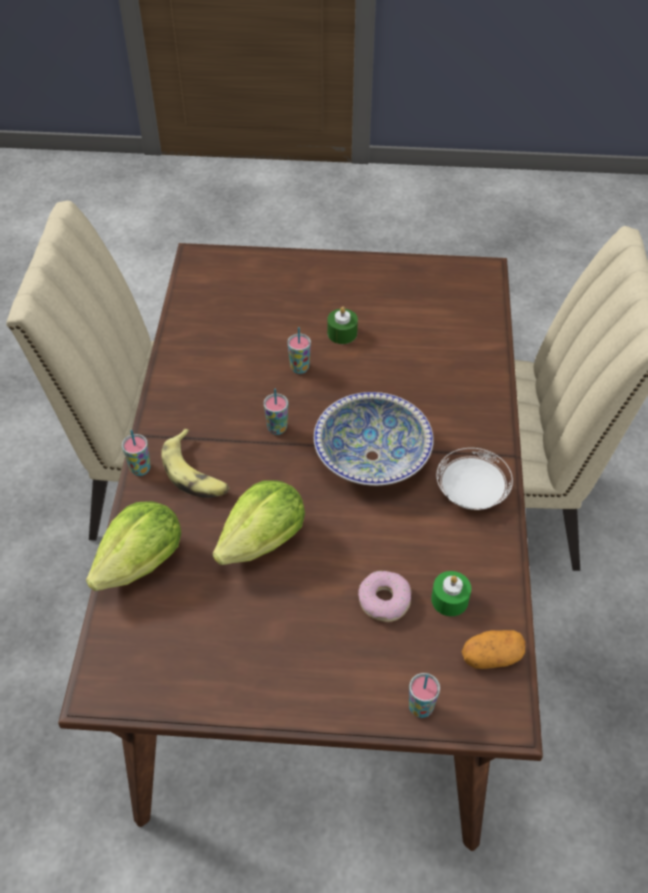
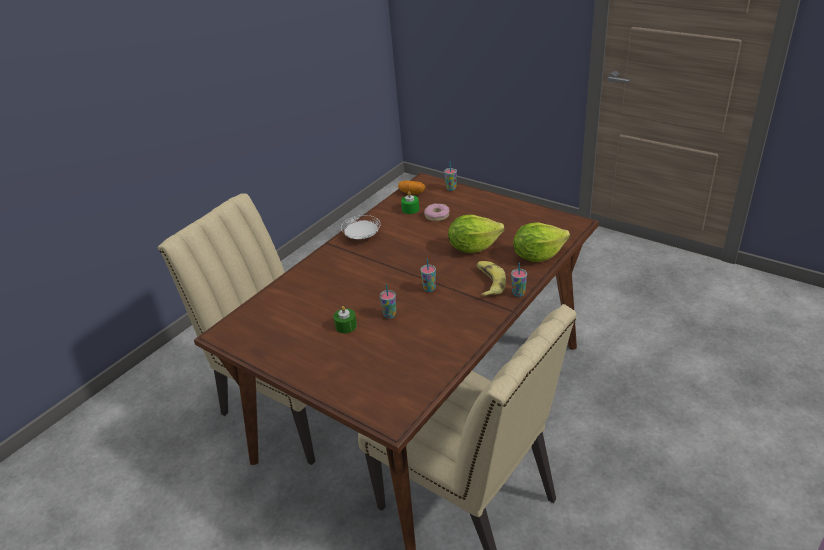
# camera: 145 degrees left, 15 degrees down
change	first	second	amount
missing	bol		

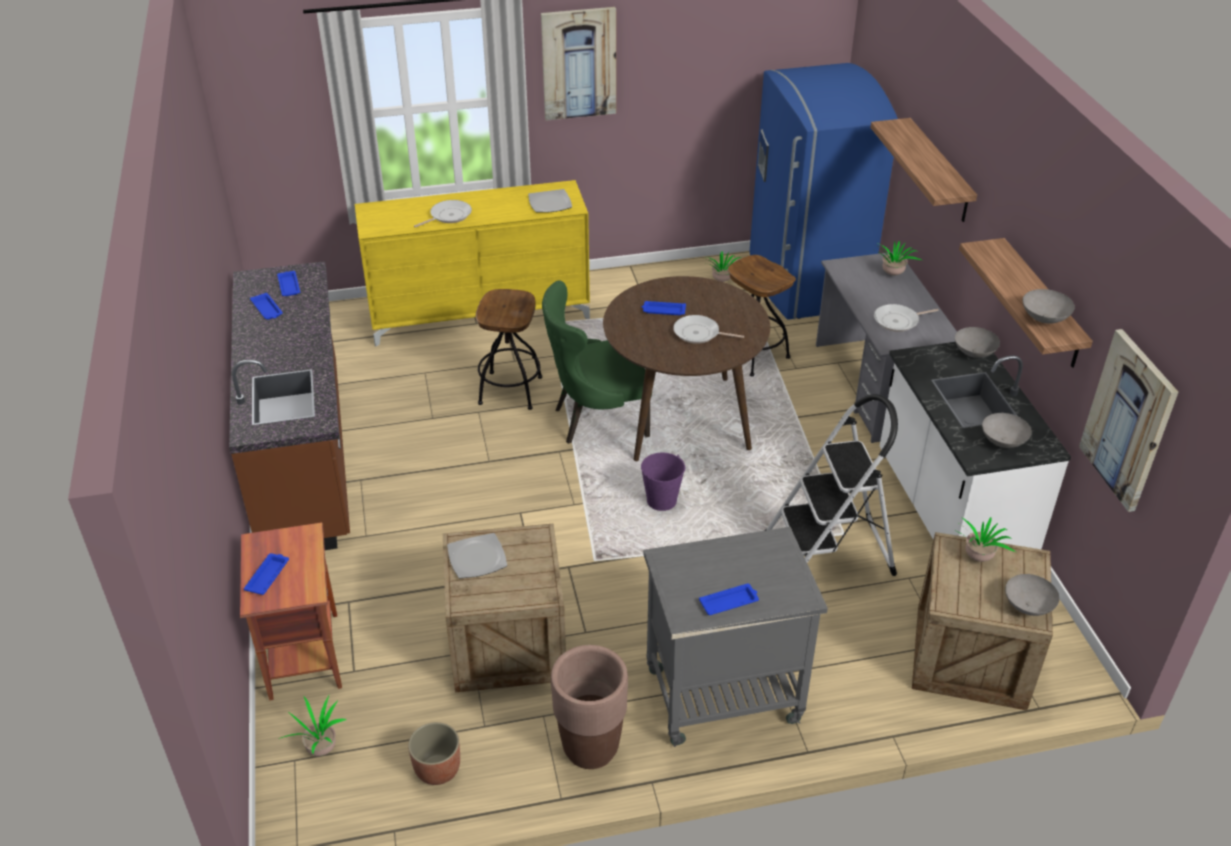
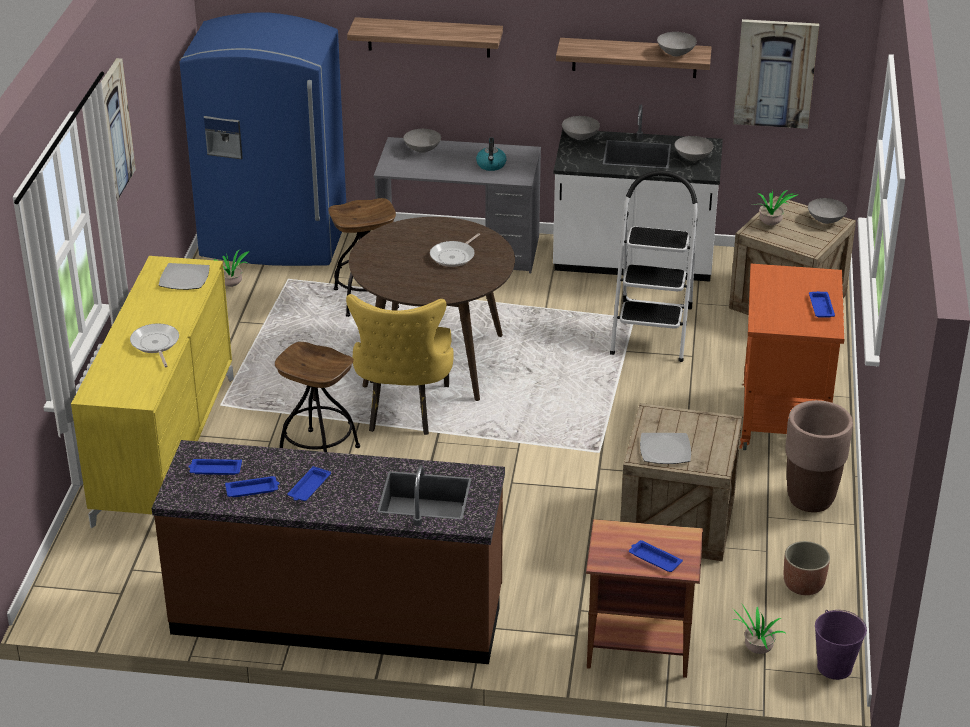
# camera: 70 degrees left, 5 degrees down
change	first	second	amount
relocated	seau (violet)		
relocated	plateau (bleu) (no. 4 from left in the first image)	plateau (bleu) (no. 3 from left)	
exchanged	poêle (no. 3 from left)	bouilloire	
exchanged	plante en pot (no. 3 from left)	bol (gris) (no. 1 from left)	
colour	chaise (vert)	chaise (jaune)	
colour	chariot (gris)	chariot (orange)	

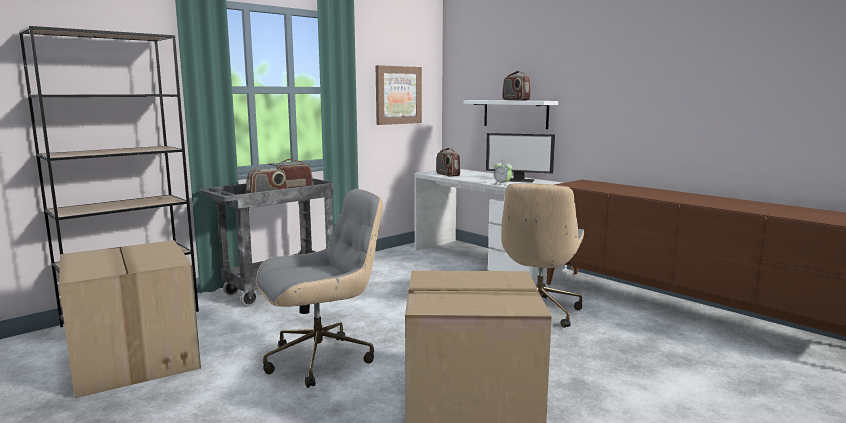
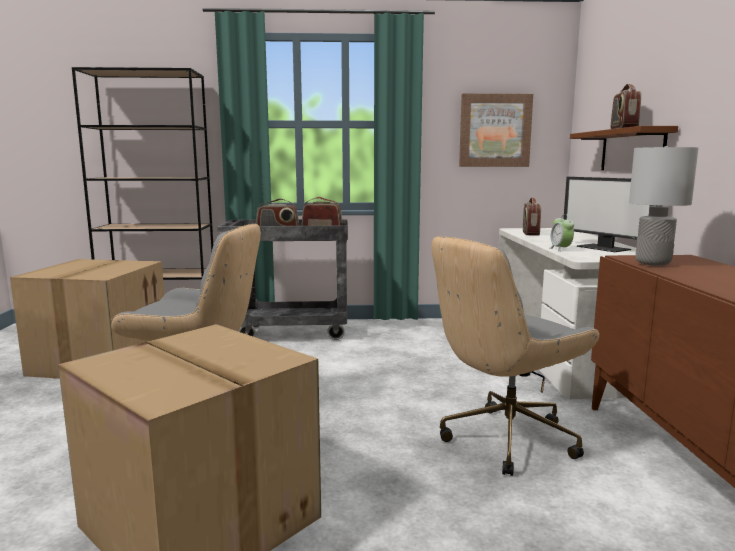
# camera: 40 degrees right, 0 degrees up
change	first	second	amount
appeared		lampe de table (gris)	
colour	étagère (blanc)	étagère (marron)	

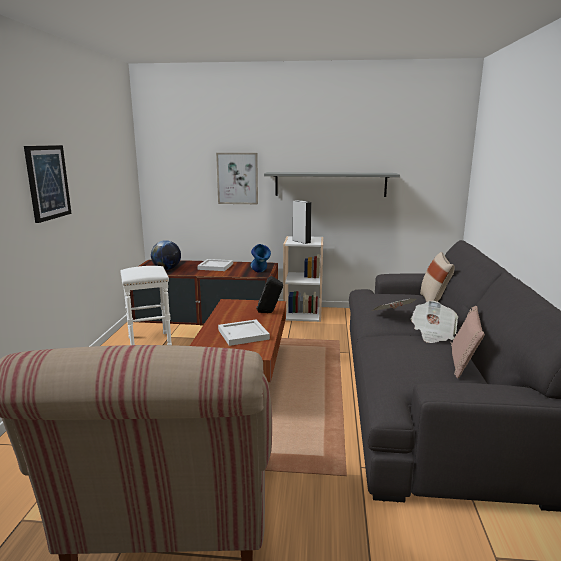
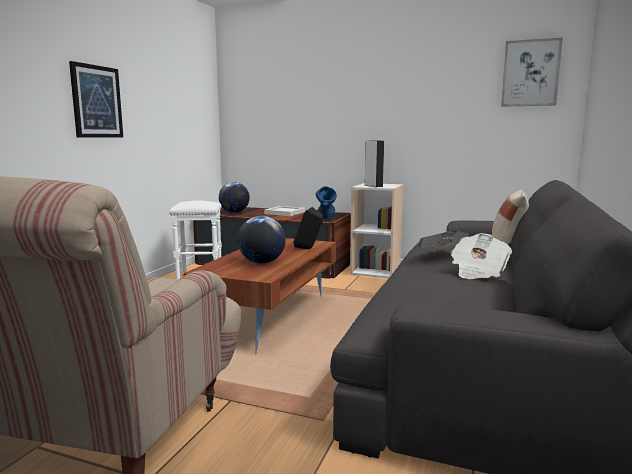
# camera: 15 degrees right, 5 degrees down
change	first	second	amount
missing	étagère (gris)		
missing	coussin (beige) (no. 2 from left)		
relocated	tableau (no. 2 from left)		
exchanged	plateau (blanc) (no. 2 from left)	globe (no. 2 from left)	

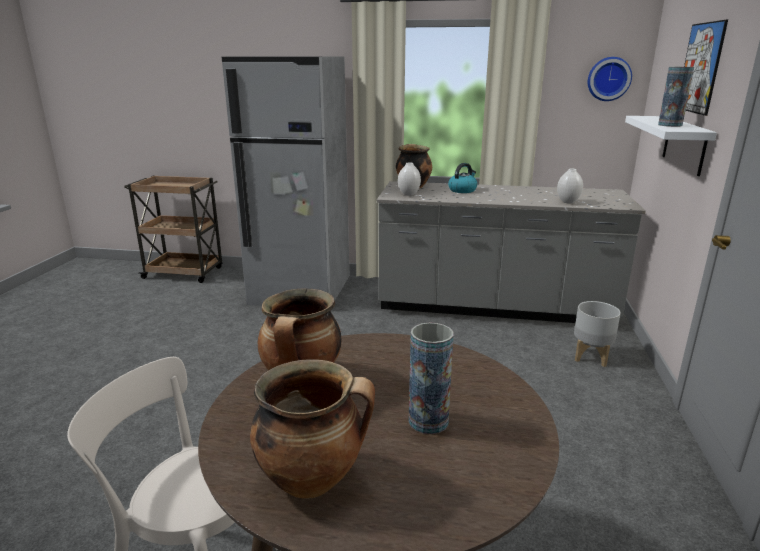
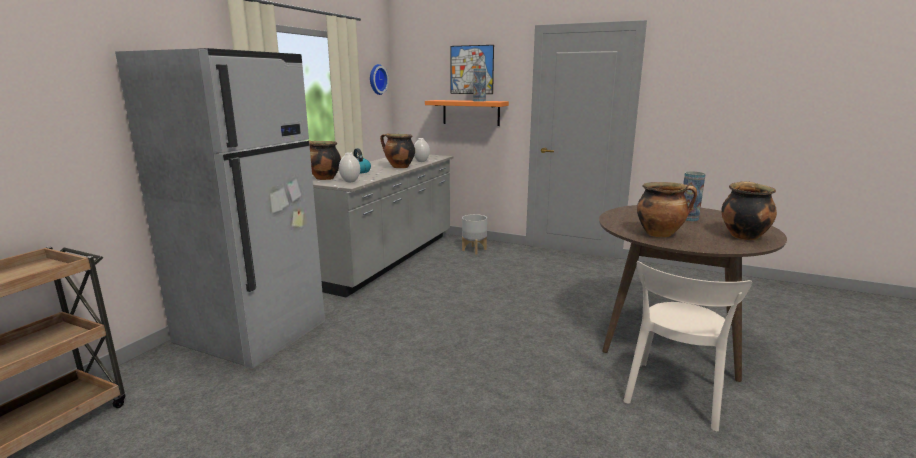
# camera: 75 degrees left, 5 degrees down
change	first	second	amount
appeared		marmite (no. 2 from left)	
colour	étagère (blanc)	étagère (orange)	

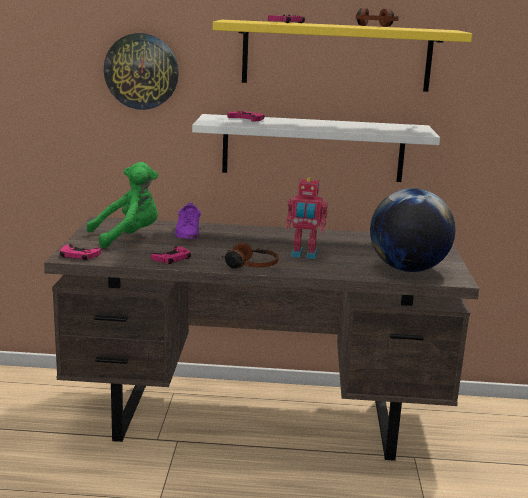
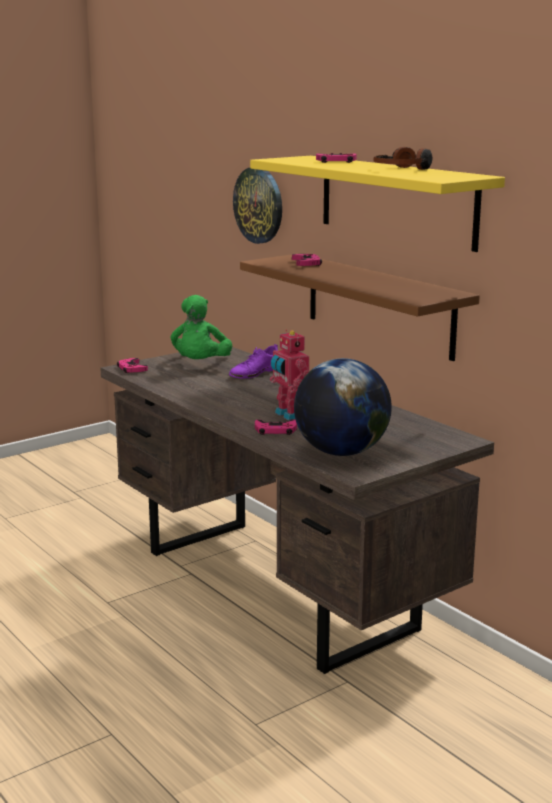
# camera: 50 degrees right, 0 degrees up
change	first	second	amount
missing	casque audio (no. 1 from left)		
relocated	manette (rose) (no. 2 from left)		
colour	étagère (blanc)	étagère (marron)	
spun	peluche (vert)		75 degrees clockwise

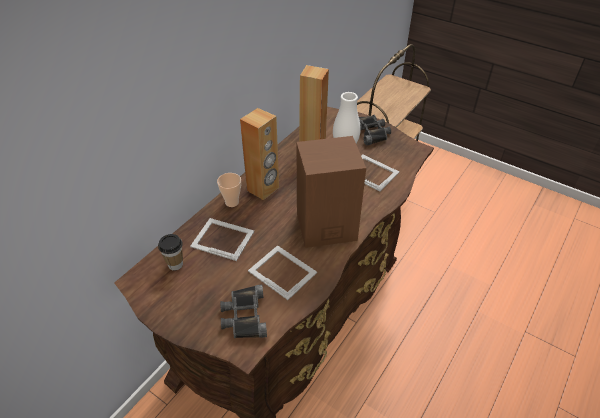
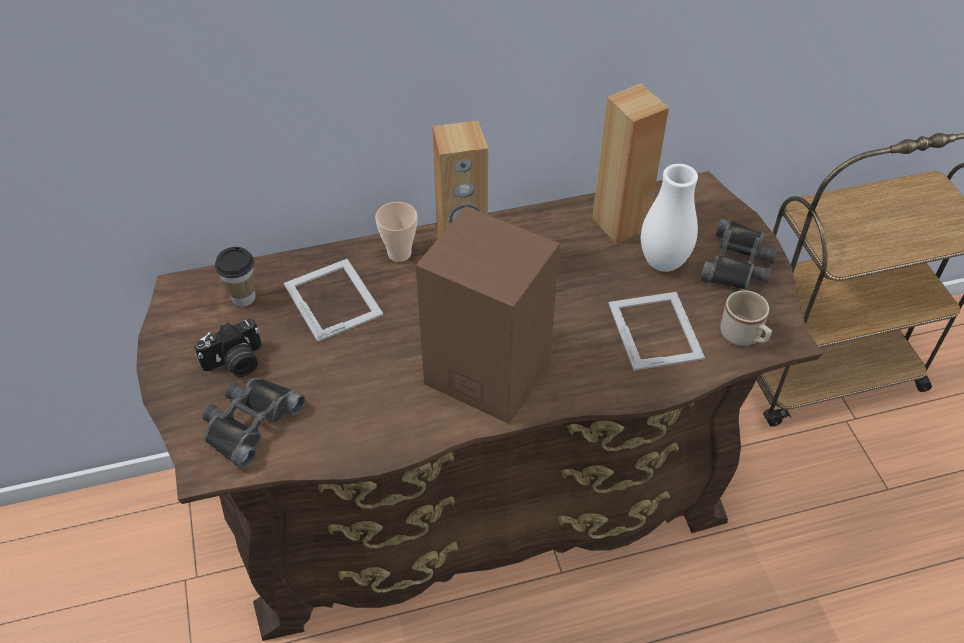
# camera: 40 degrees right, 5 degrees up
change	first	second	amount
missing	cadre photo (no. 2 from left)		
appeared		appareil photo	
appeared		mug (beige)	

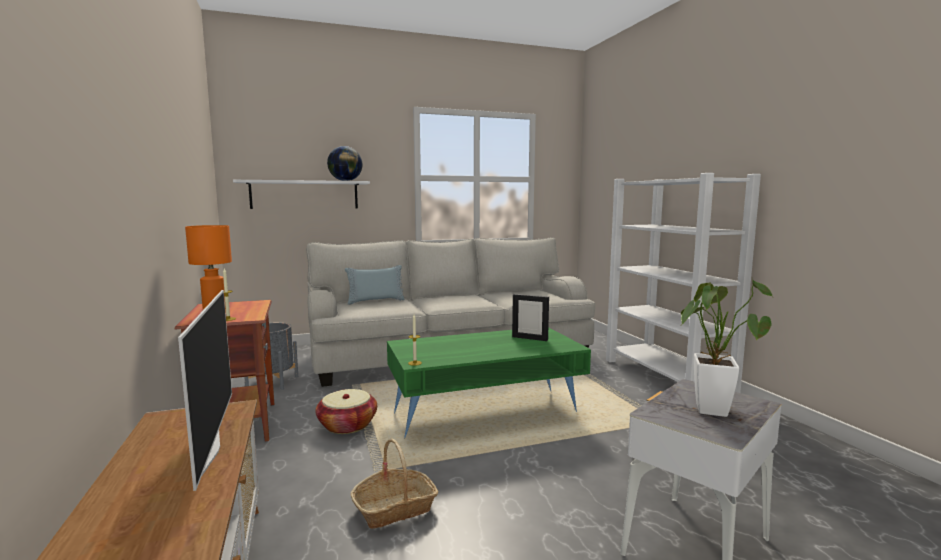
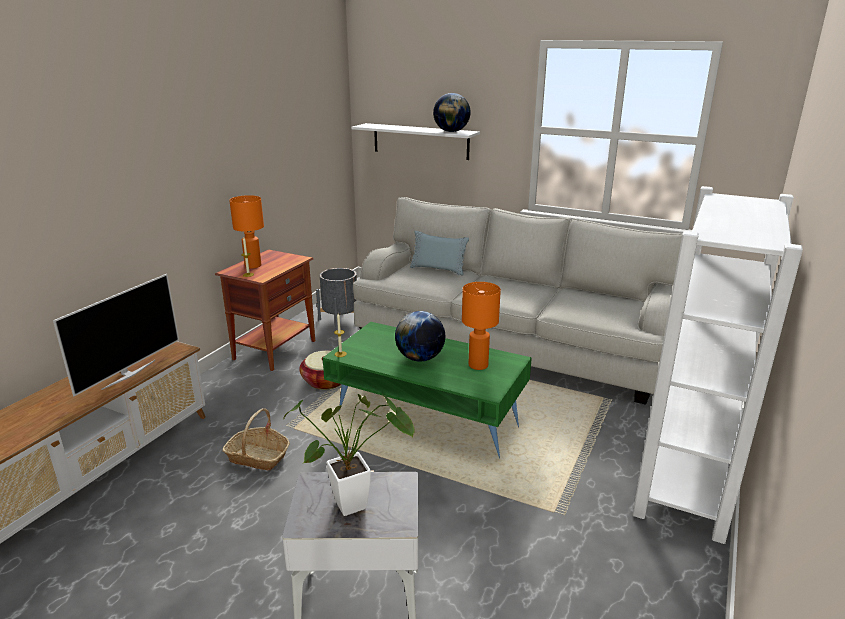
# camera: 45 degrees right, 15 degrees up
change	first	second	amount
appeared		globe (no. 1 from left)	
exchanged	cadre photo	lampe de table (orange) (no. 2 from left)	

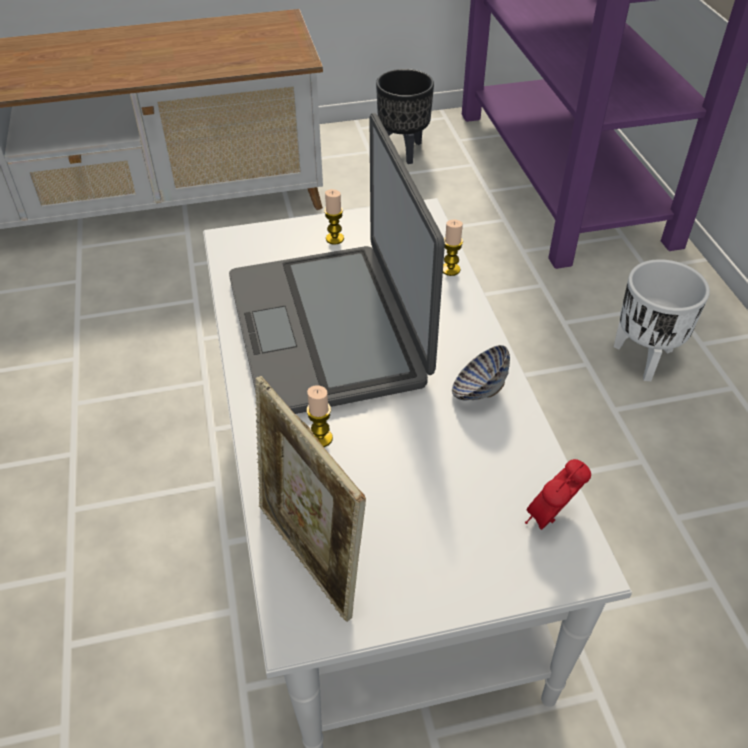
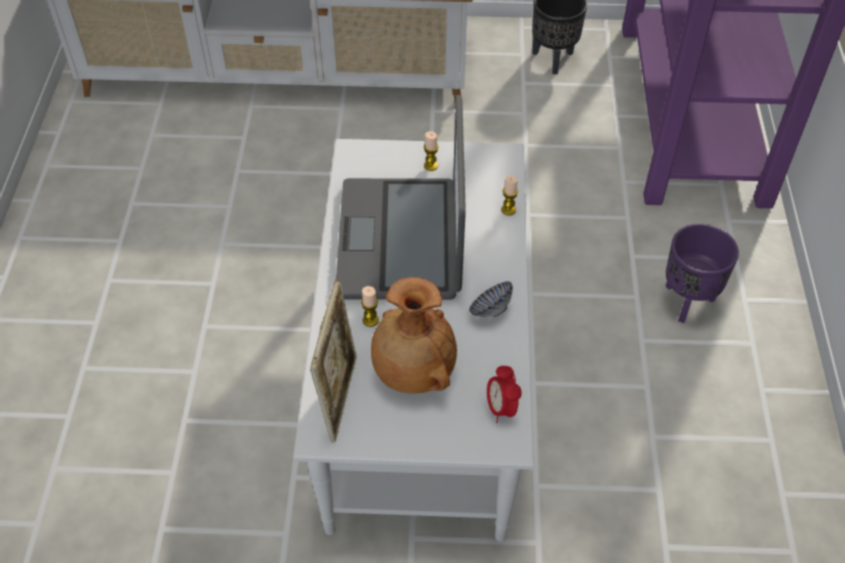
# camera: 15 degrees right, 5 degrees up
change	first	second	amount
appeared		vase (marron)	
colour	cache-pot (blanc)	cache-pot (violet)	
spun	cadre photo		150 degrees counterclockwise
spun	réveil		75 degrees counterclockwise

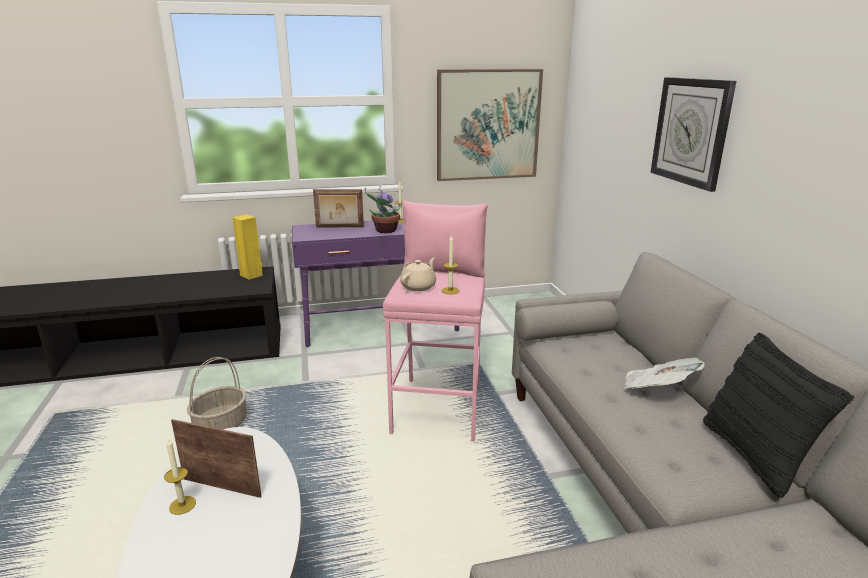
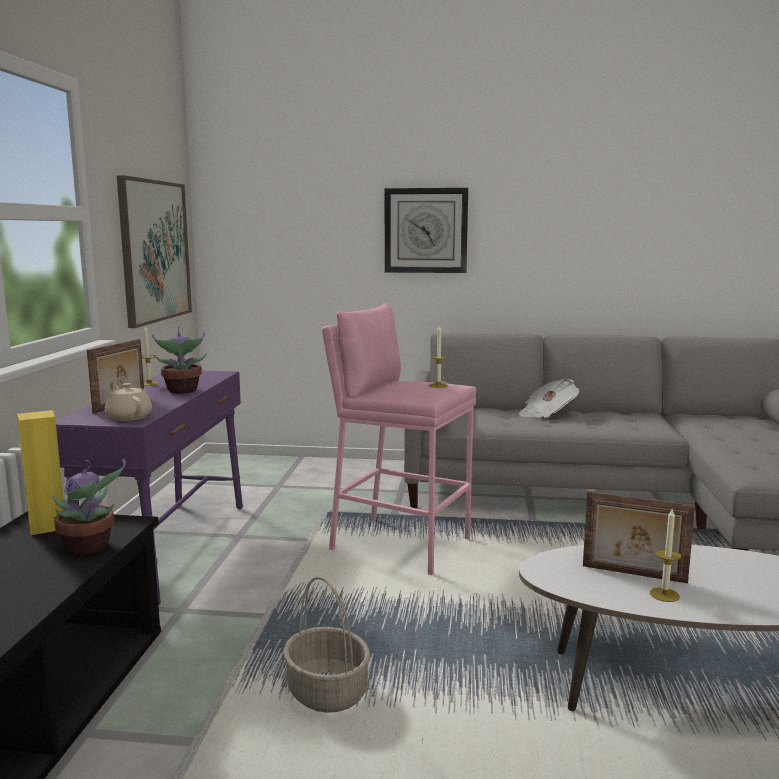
# camera: 70 degrees left, 10 degrees down
change	first	second	amount
missing	coussin (noir)		
appeared		plante en pot (no. 1 from left)	
relocated	théière (beige)		
spun	cadre photo (no. 1 from left in the first image)	cadre photo (no. 2 from left)	105 degrees counterclockwise

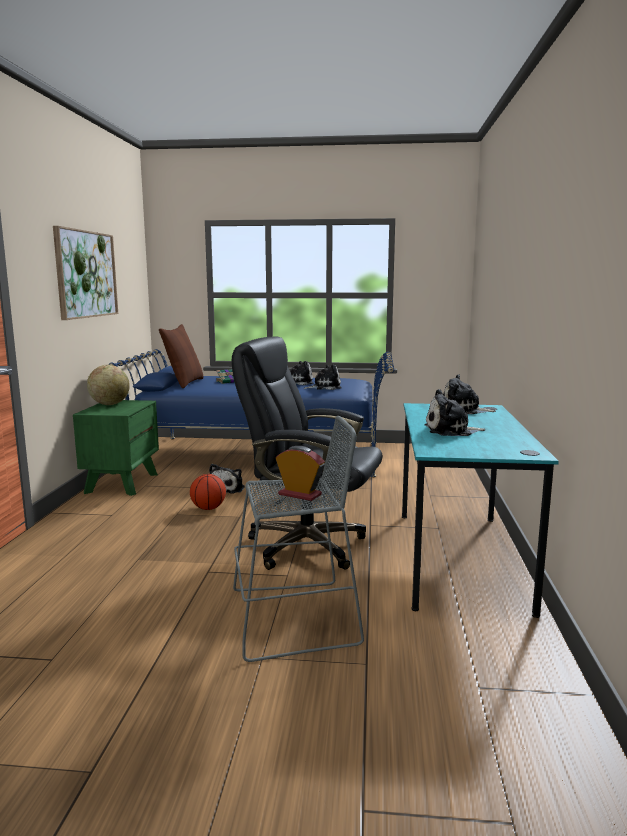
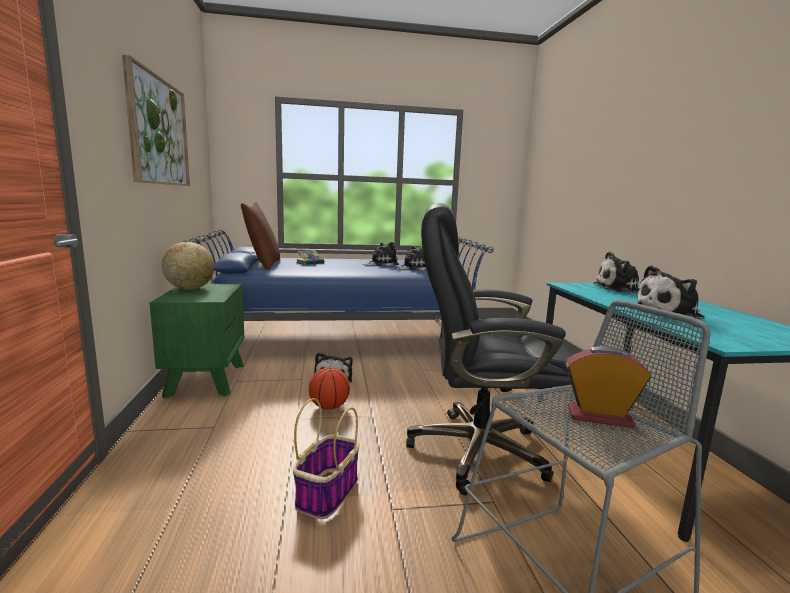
# camera: 15 degrees left, 0 degrees up
change	first	second	amount
appeared		panier	

